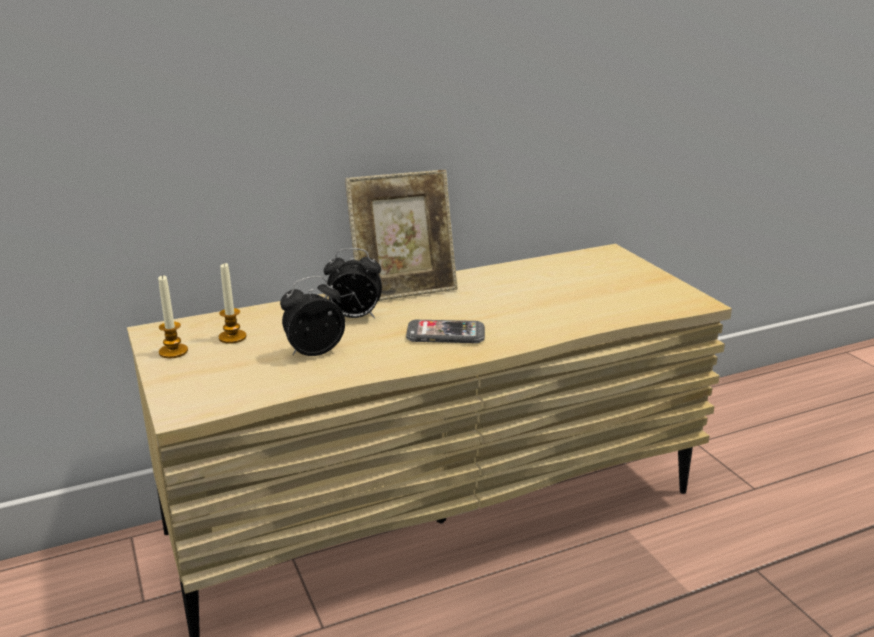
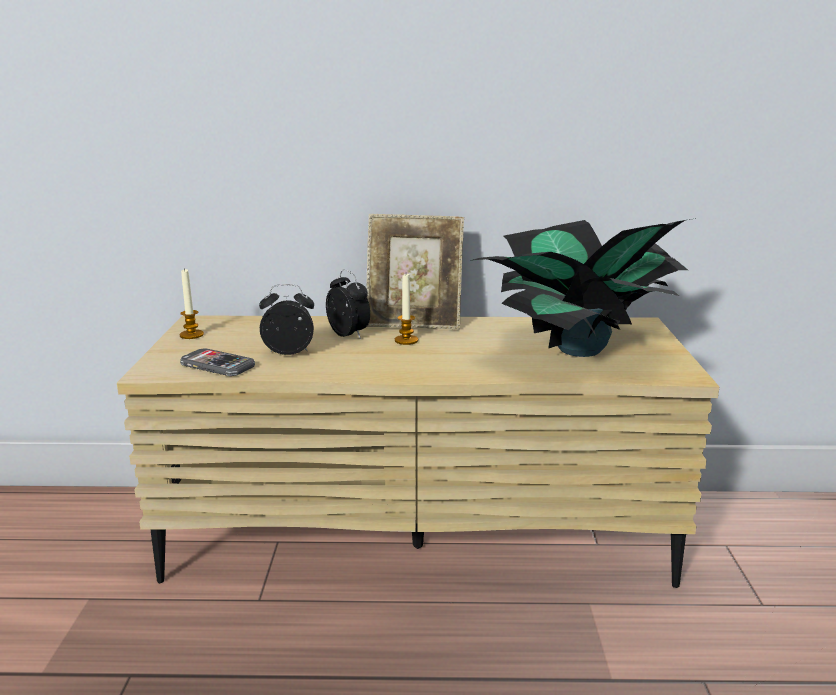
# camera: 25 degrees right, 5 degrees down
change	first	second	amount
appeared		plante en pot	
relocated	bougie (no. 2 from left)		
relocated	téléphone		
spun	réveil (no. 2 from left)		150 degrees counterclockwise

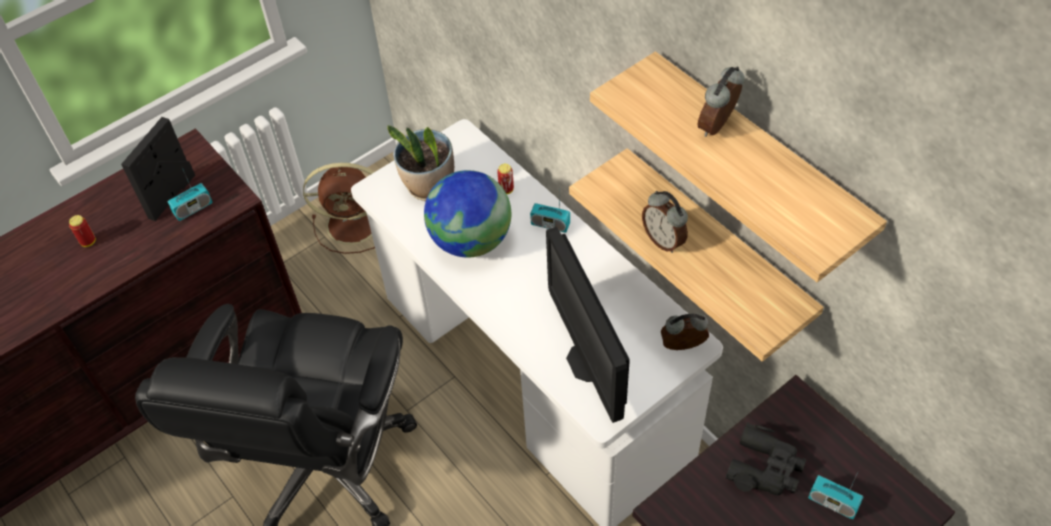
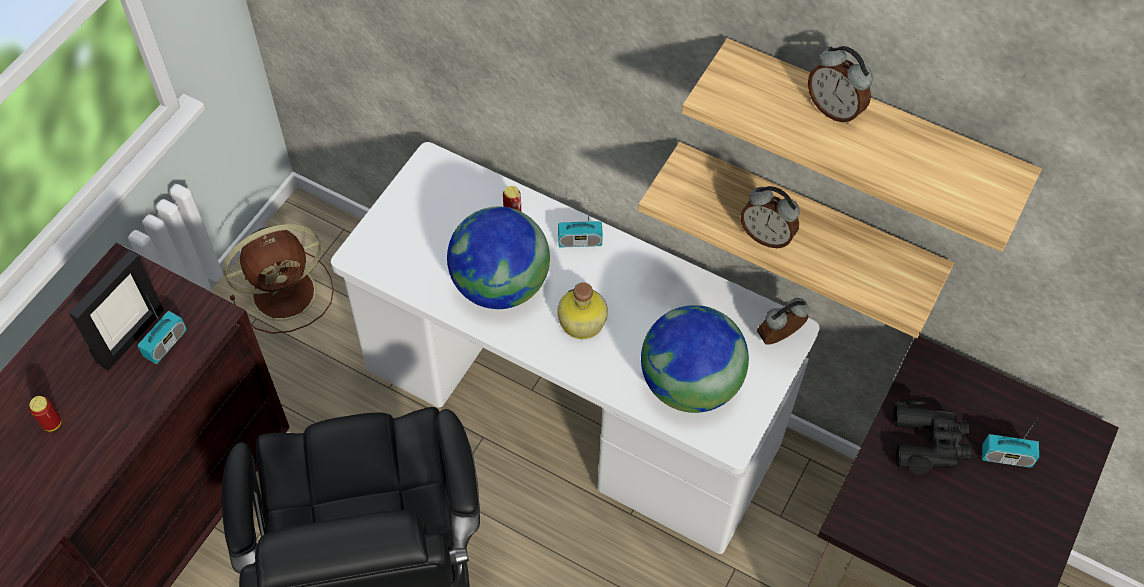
# camera: 25 degrees left, 5 degrees up
change	first	second	amount
missing	plante en pot		
appeared		bouteille	
exchanged	écran d'ordinateur	globe (no. 2 from left)	
spun	cadre photo		150 degrees counterclockwise
spun	réveil (no. 3 from left)		60 degrees counterclockwise

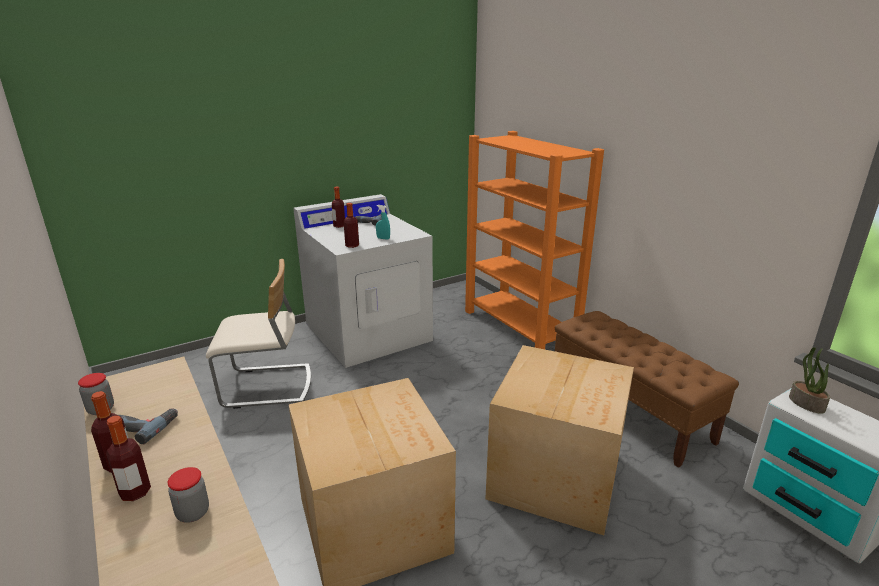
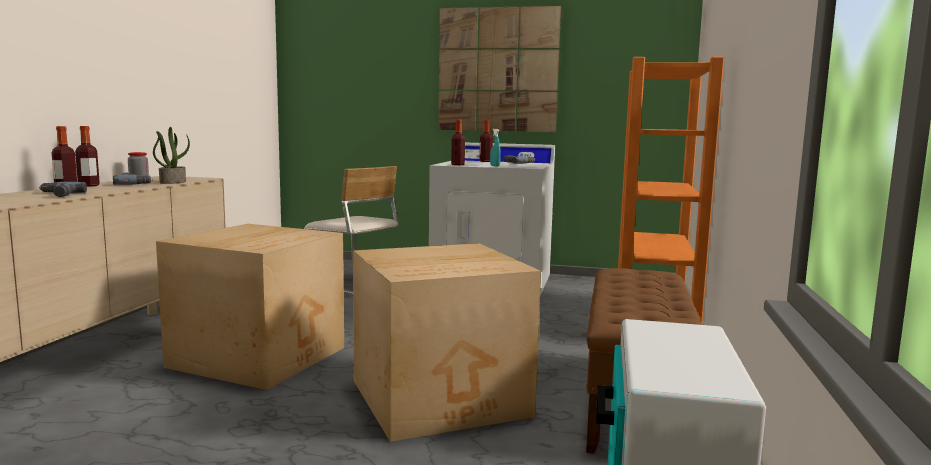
# camera: 45 degrees right, 15 degrees down
change	first	second	amount
appeared		tableau	
relocated	plante en pot		
exchanged	bocal (no. 2 from left)	perceuse (no. 1 from left)	

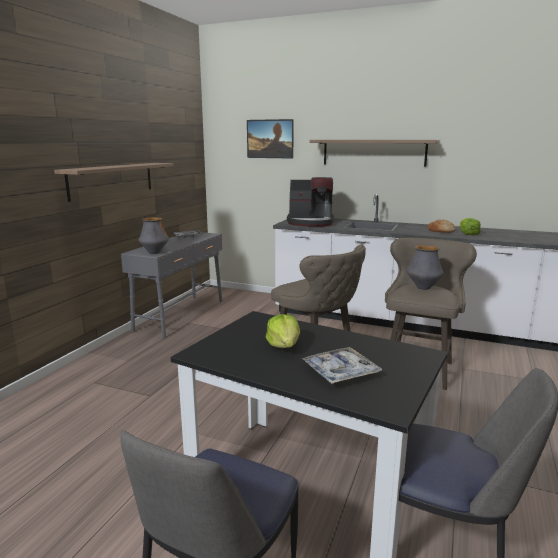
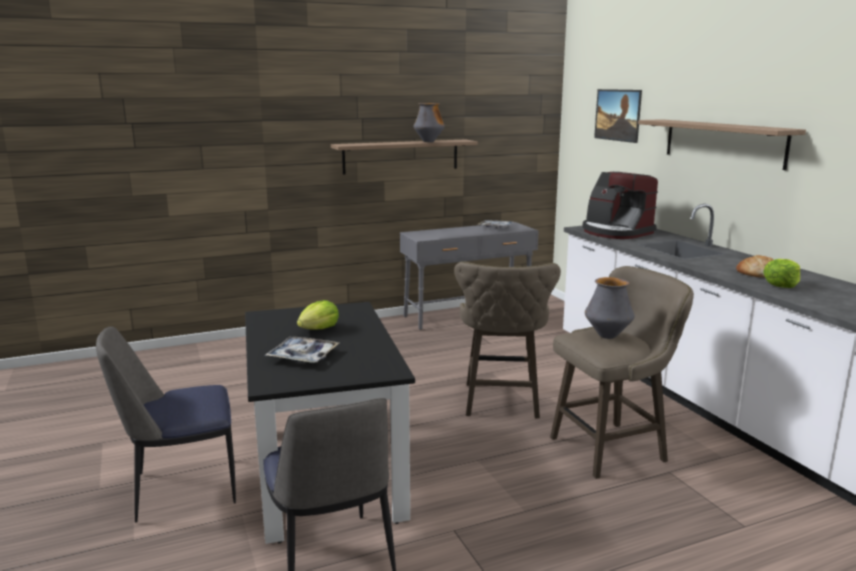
# camera: 45 degrees right, 0 degrees up
change	first	second	amount
relocated	vase (no. 1 from left)		

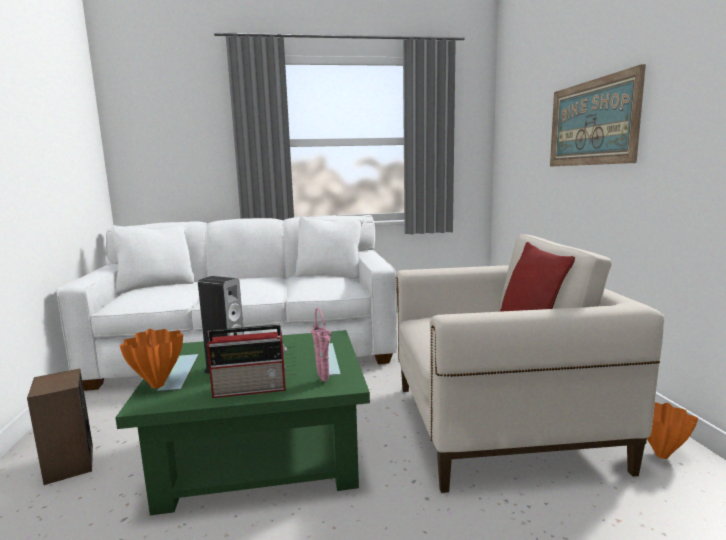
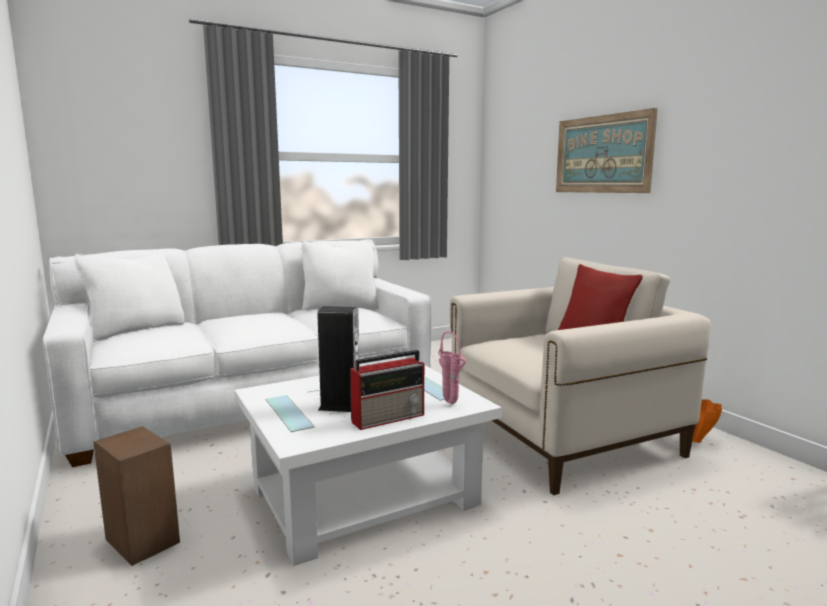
# camera: 20 degrees left, 0 degrees up
change	first	second	amount
missing	vase (orange) (no. 1 from left)		
colour	table basse (vert)	table basse (blanc)	

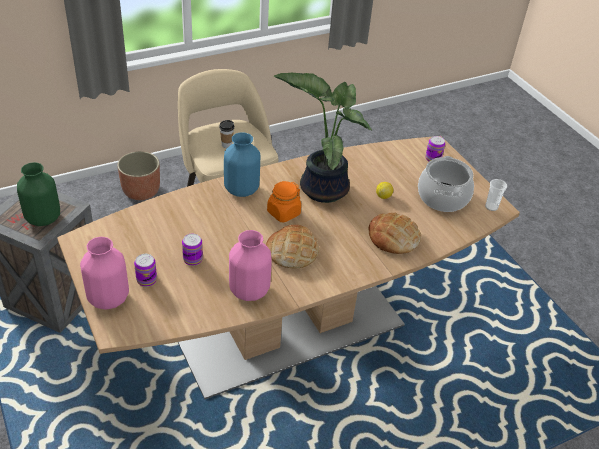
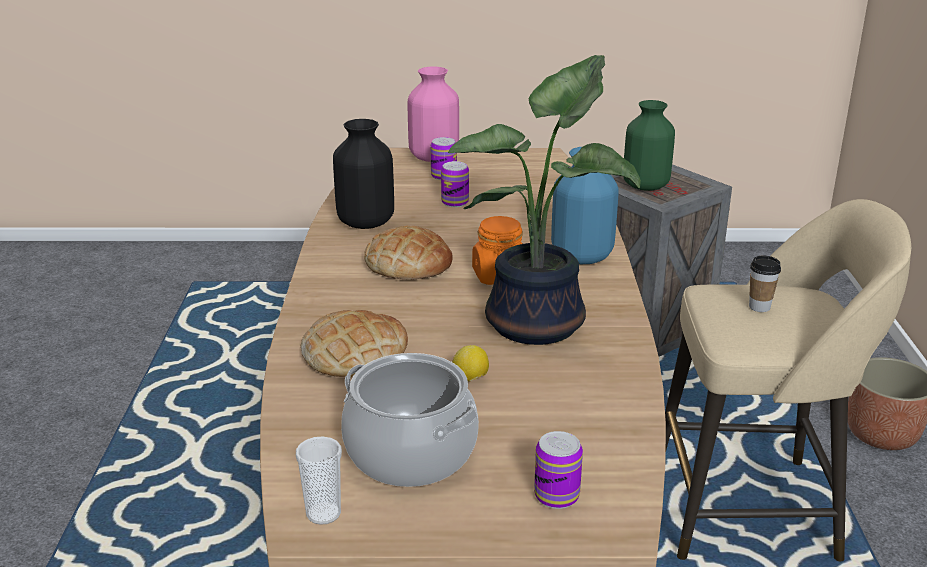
# camera: 120 degrees right, 15 degrees down
change	first	second	amount
colour	vase (rose) (no. 2 from left)	vase (noir)	

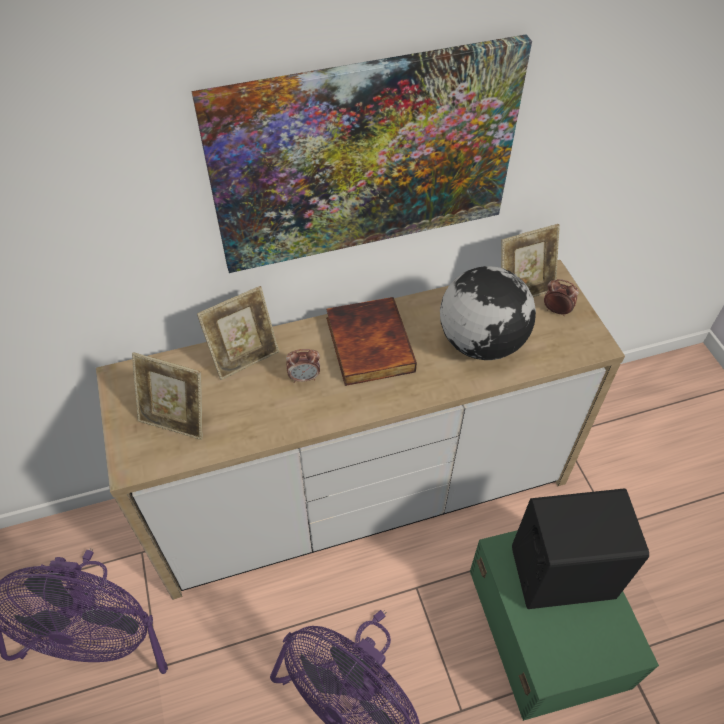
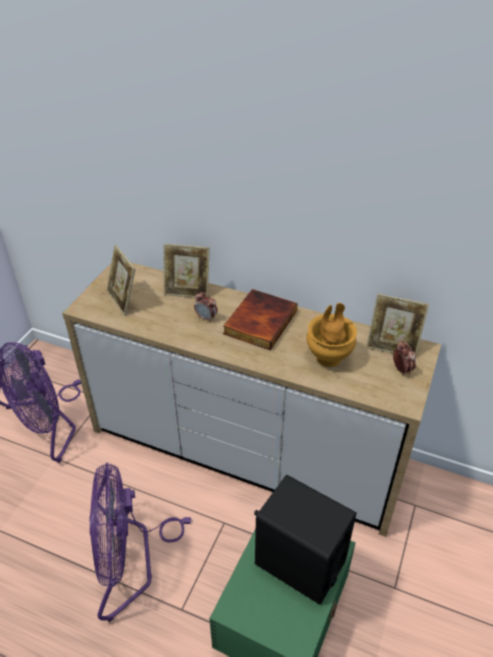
# camera: 40 degrees right, 10 degrees down
change	first	second	amount
missing	tableau		
exchanged	globe	vase (marron)	

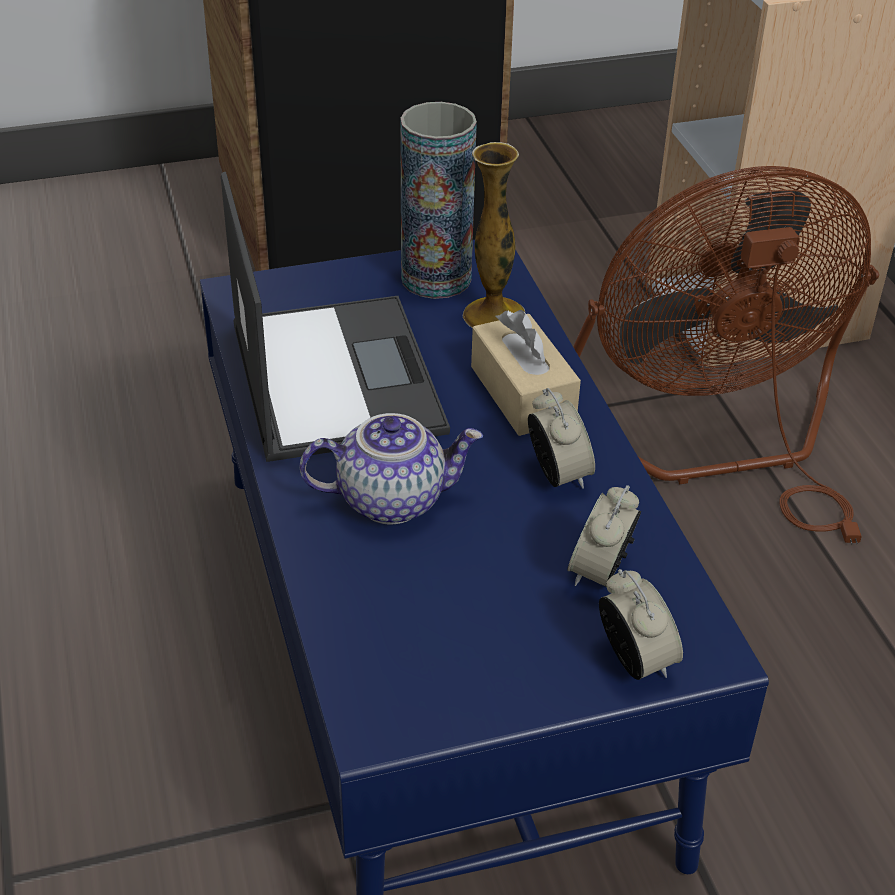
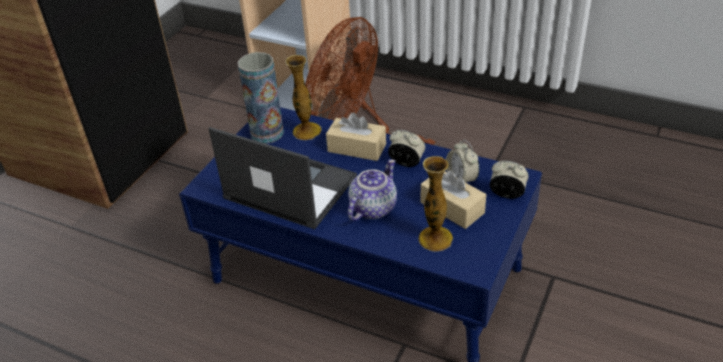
# camera: 45 degrees left, 0 degrees up
change	first	second	amount
appeared		vase (no. 3 from left)	
appeared		boîte à mouchoirs (beige) (no. 2 from left)	

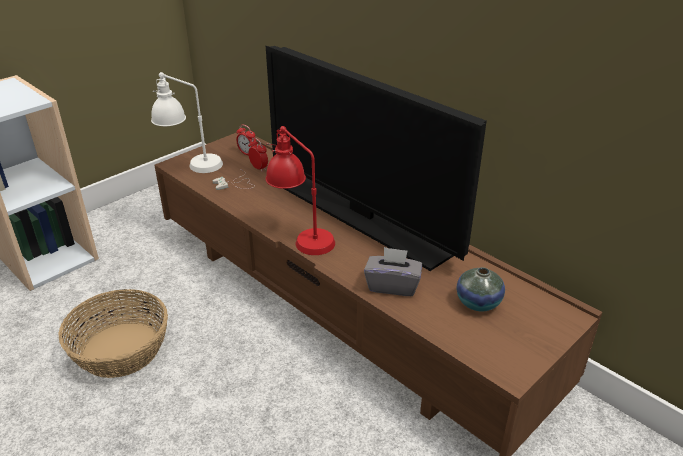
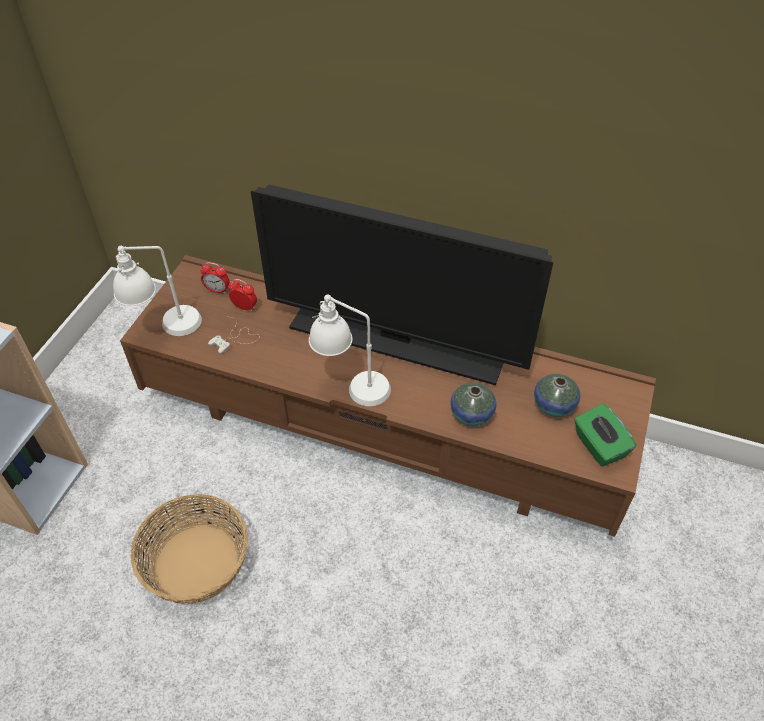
# camera: 25 degrees left, 15 degrees up
change	first	second	amount
appeared		boîte à mouchoirs (vert)	
exchanged	boîte à mouchoirs (gris)	vase (no. 1 from left)	
colour	lampe de table (rouge)	lampe de table (blanc) (no. 2 from left)	

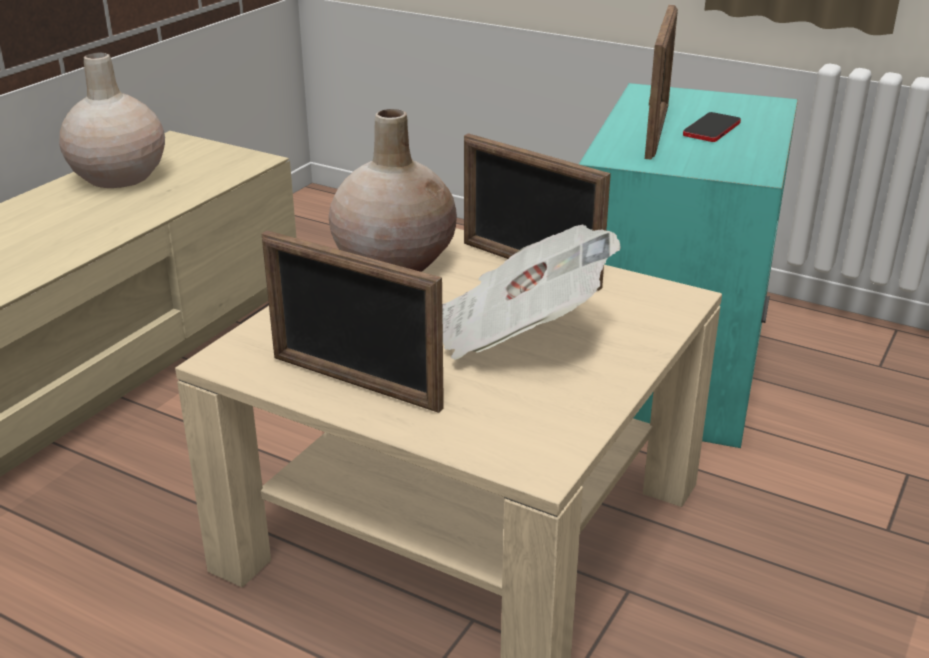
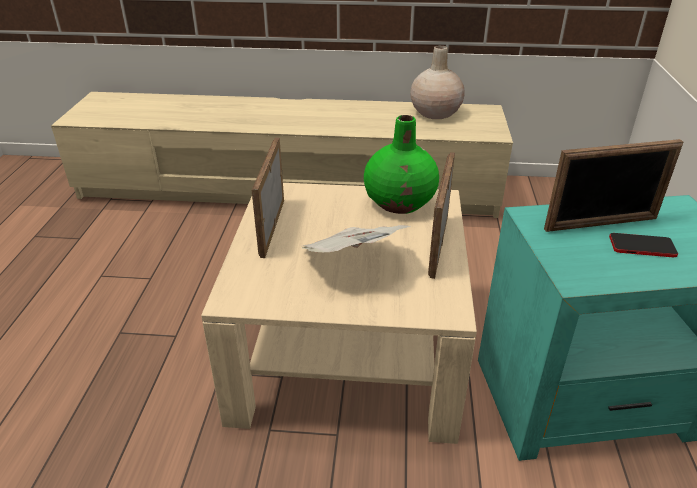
# camera: 65 degrees right, 5 degrees up
change	first	second	amount
colour	vase (beige) (no. 2 from left)	vase (vert)	

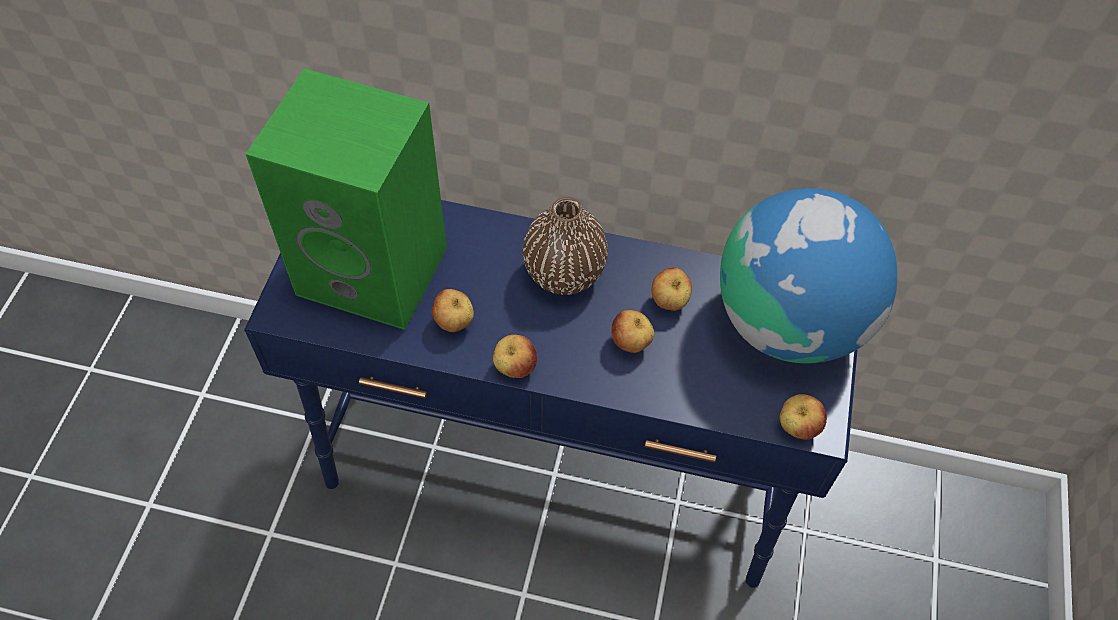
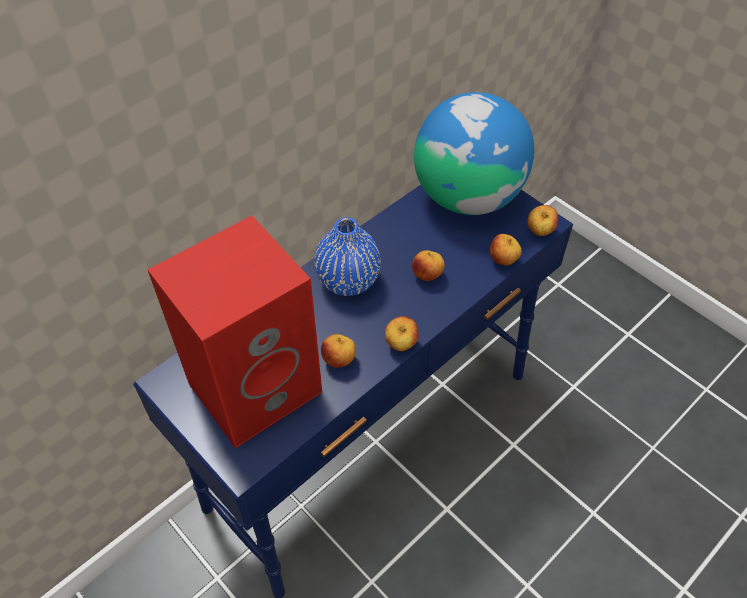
# camera: 55 degrees left, 5 degrees down
change	first	second	amount
relocated	pomme (no. 4 from left)		
colour	enceinte (vert)	enceinte (rouge)	
colour	vase (marron)	vase (bleu)	

